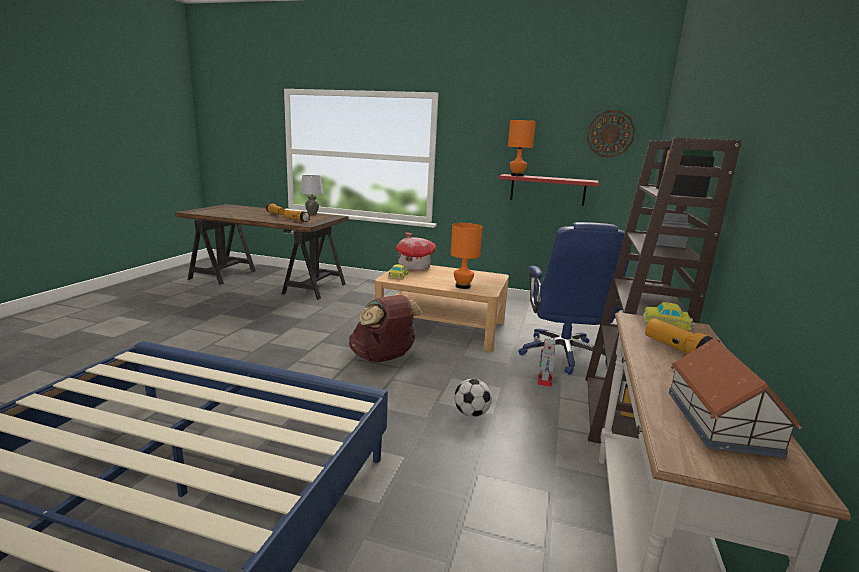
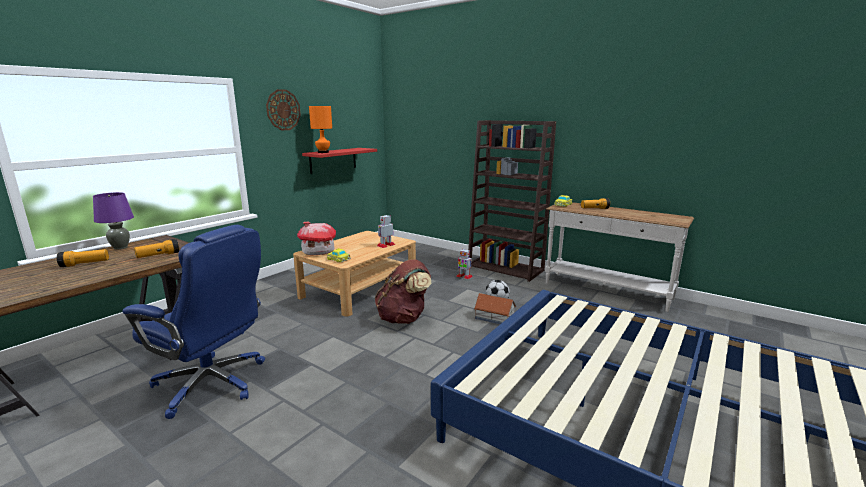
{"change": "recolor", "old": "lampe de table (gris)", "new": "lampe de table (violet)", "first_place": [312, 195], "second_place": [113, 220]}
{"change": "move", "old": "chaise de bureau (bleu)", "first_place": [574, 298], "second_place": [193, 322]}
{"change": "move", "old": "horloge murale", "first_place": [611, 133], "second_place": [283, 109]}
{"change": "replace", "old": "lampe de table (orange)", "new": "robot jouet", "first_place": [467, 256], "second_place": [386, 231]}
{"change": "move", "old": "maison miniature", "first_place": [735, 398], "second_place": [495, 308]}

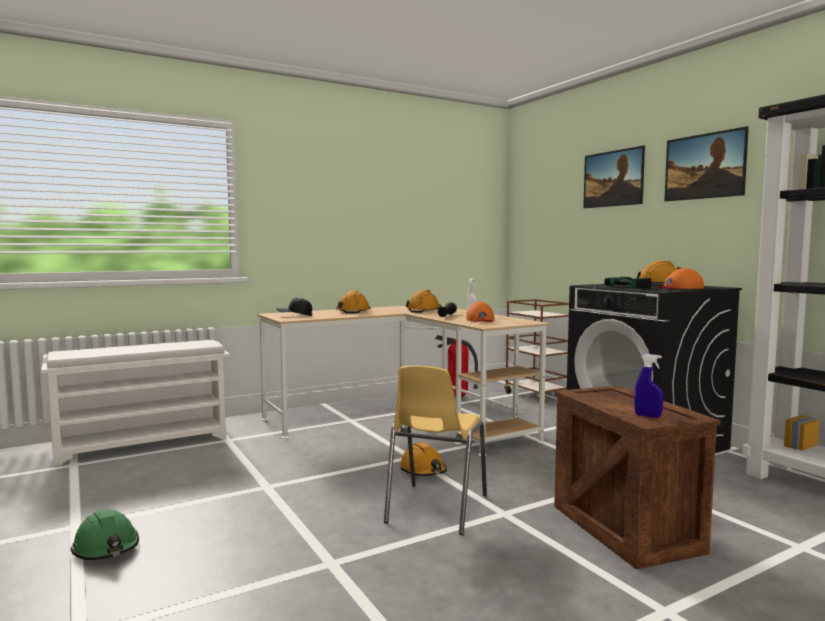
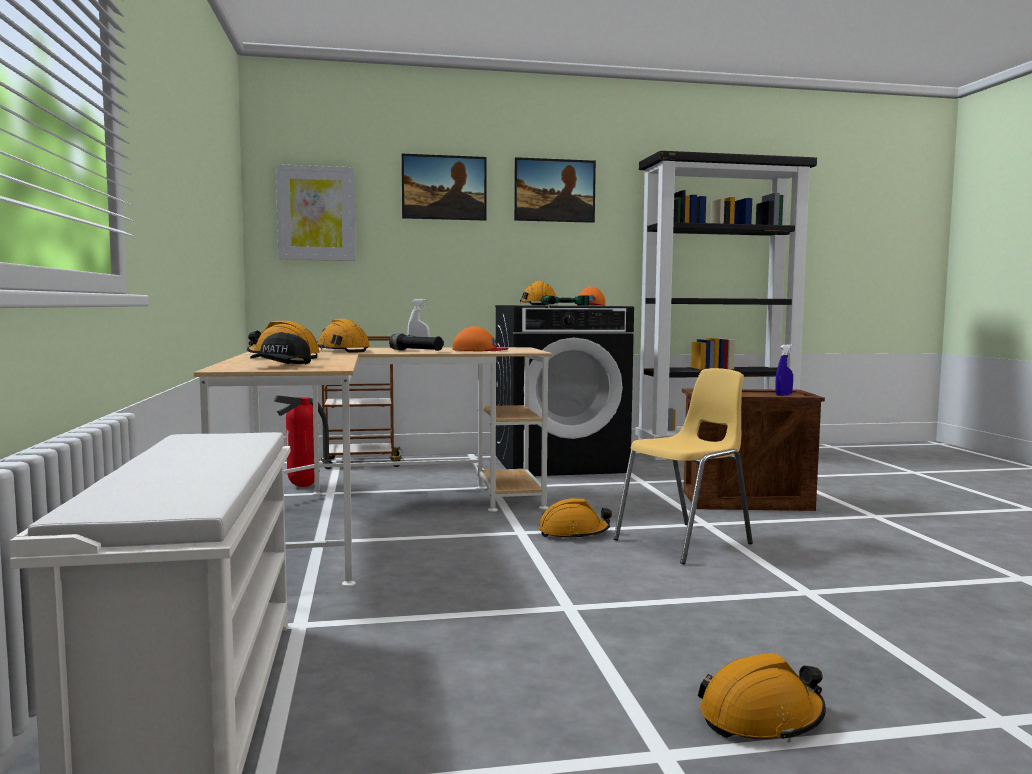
{"change": "insert", "new": "tableau", "second_place": [316, 212]}
{"change": "rotate", "old": "chaise (jaune)", "first_place": [435, 450], "second_place": [683, 466], "degrees": -75}
{"change": "recolor", "old": "casque de chantier (vert)", "new": "casque de chantier (orange)", "first_place": [105, 534], "second_place": [762, 697]}

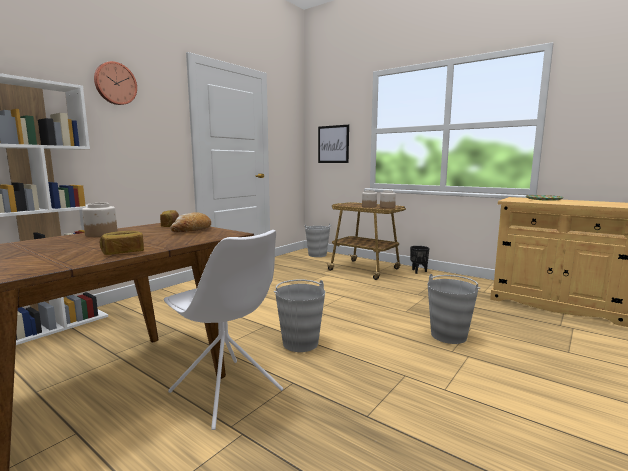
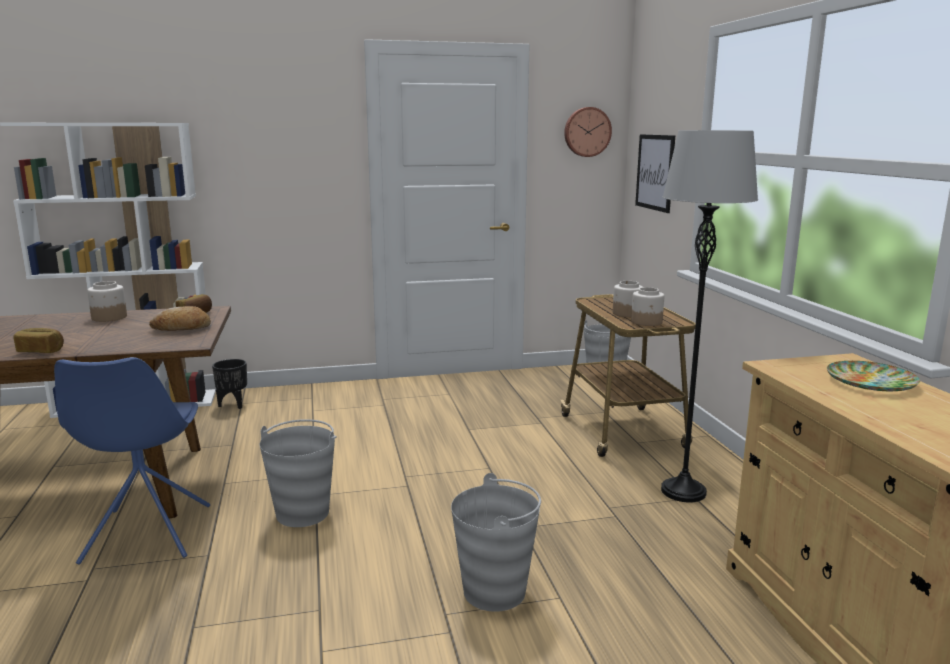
{"change": "recolor", "old": "chaise (blanc)", "new": "chaise (bleu)", "first_place": [223, 330], "second_place": [132, 461]}
{"change": "move", "old": "cache-pot (noir)", "first_place": [419, 260], "second_place": [229, 384]}
{"change": "move", "old": "horloge murale", "first_place": [115, 83], "second_place": [588, 132]}
{"change": "insert", "new": "lampadaire (gris)", "second_place": [709, 316]}

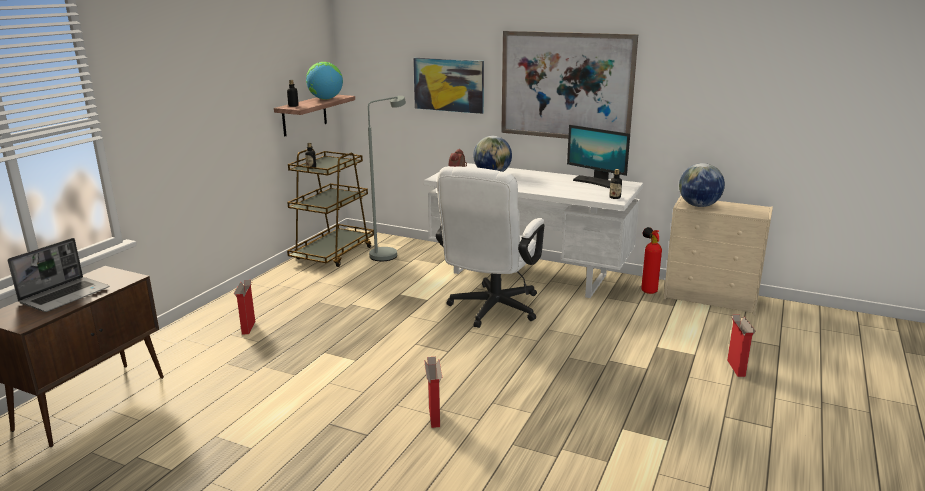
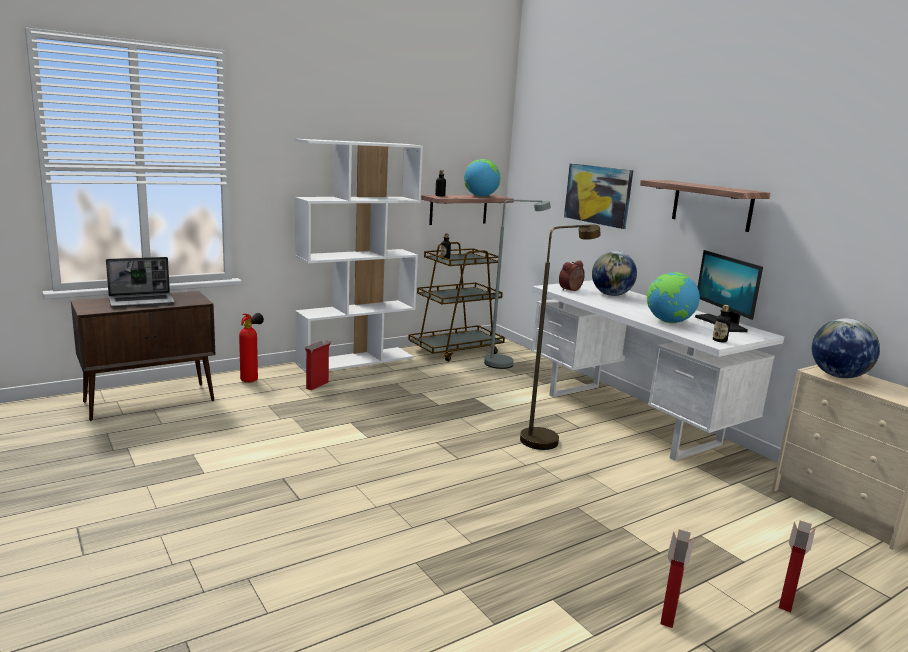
{"change": "move", "old": "extincteur", "first_place": [651, 260], "second_place": [251, 348]}
{"change": "insert", "new": "bibliothèque (blanc)", "second_place": [358, 255]}
{"change": "replace", "old": "chaise de bureau (blanc)", "new": "lampadaire (marron)", "first_place": [490, 247], "second_place": [560, 337]}
{"change": "replace", "old": "tableau", "new": "étagère", "first_place": [569, 85], "second_place": [705, 206]}
{"change": "insert", "new": "globe", "second_place": [673, 297]}
{"change": "move", "old": "carton", "first_place": [433, 392], "second_place": [677, 579]}

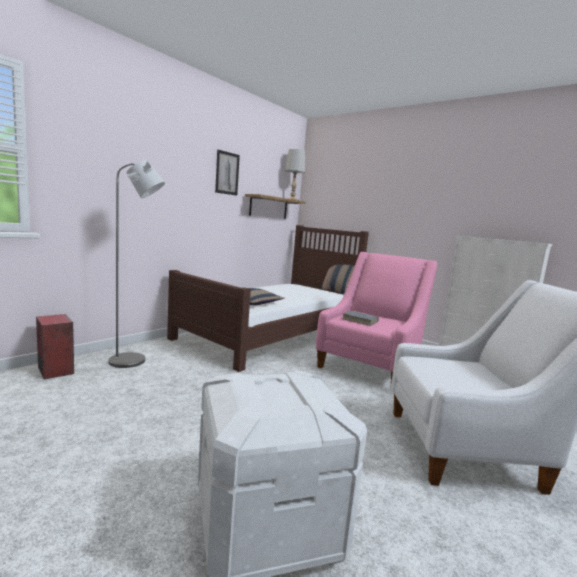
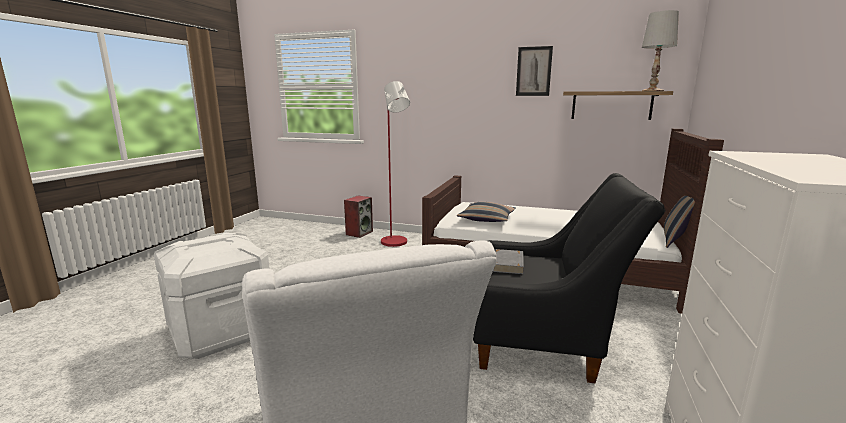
{"change": "recolor", "old": "lampadaire (gris)", "new": "lampadaire (rouge)", "first_place": [137, 264], "second_place": [395, 164]}
{"change": "recolor", "old": "fauteuil (rose)", "new": "fauteuil (noir)", "first_place": [376, 321], "second_place": [569, 278]}

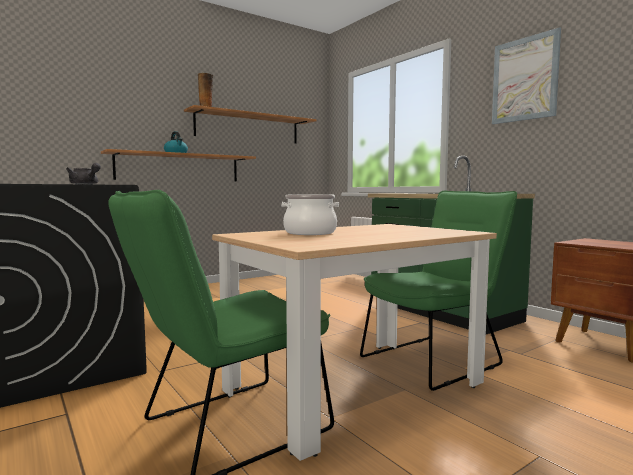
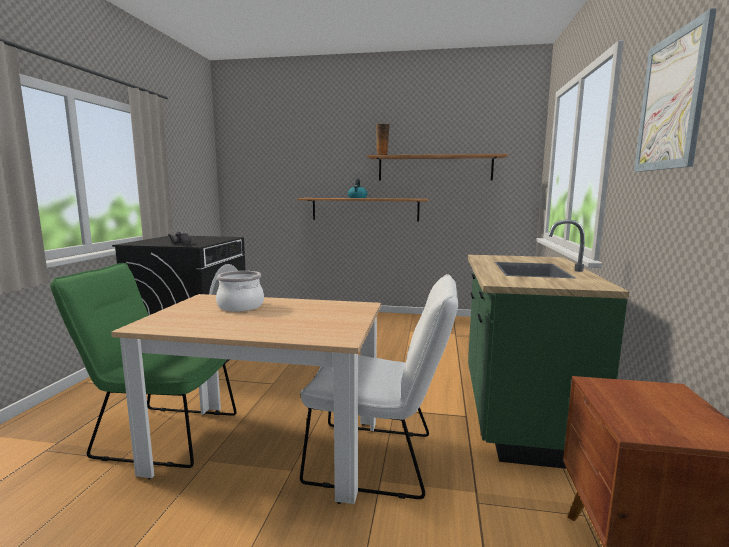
{"change": "recolor", "old": "chaise (vert)", "new": "chaise (blanc)", "first_place": [438, 291], "second_place": [379, 386]}

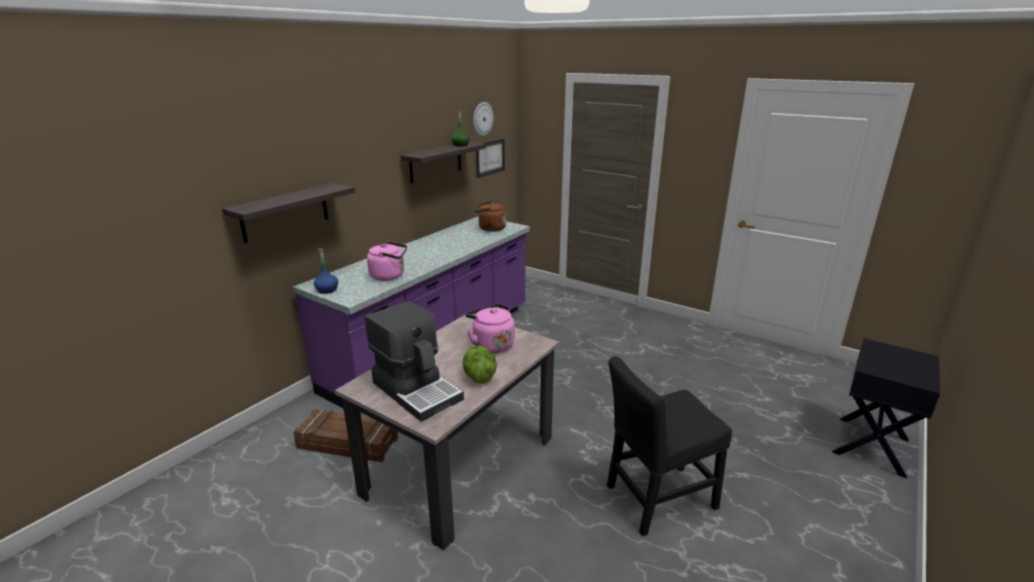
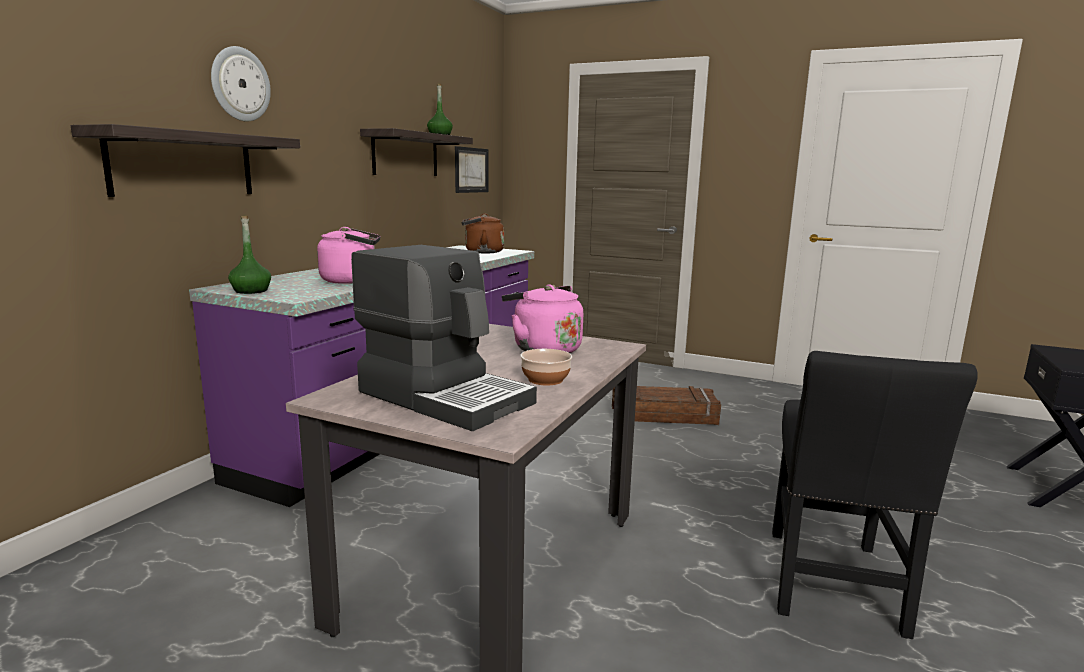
{"change": "move", "old": "horloge murale", "first_place": [483, 119], "second_place": [241, 83]}
{"change": "recolor", "old": "bouteille (bleu)", "new": "bouteille (vert)", "first_place": [326, 271], "second_place": [249, 255]}
{"change": "replace", "old": "laitue", "new": "bol", "first_place": [479, 365], "second_place": [546, 367]}
{"change": "move", "old": "caisse", "first_place": [345, 435], "second_place": [666, 405]}
{"change": "rotate", "old": "chaise (noir)", "first_place": [669, 446], "second_place": [875, 495], "degrees": -45}

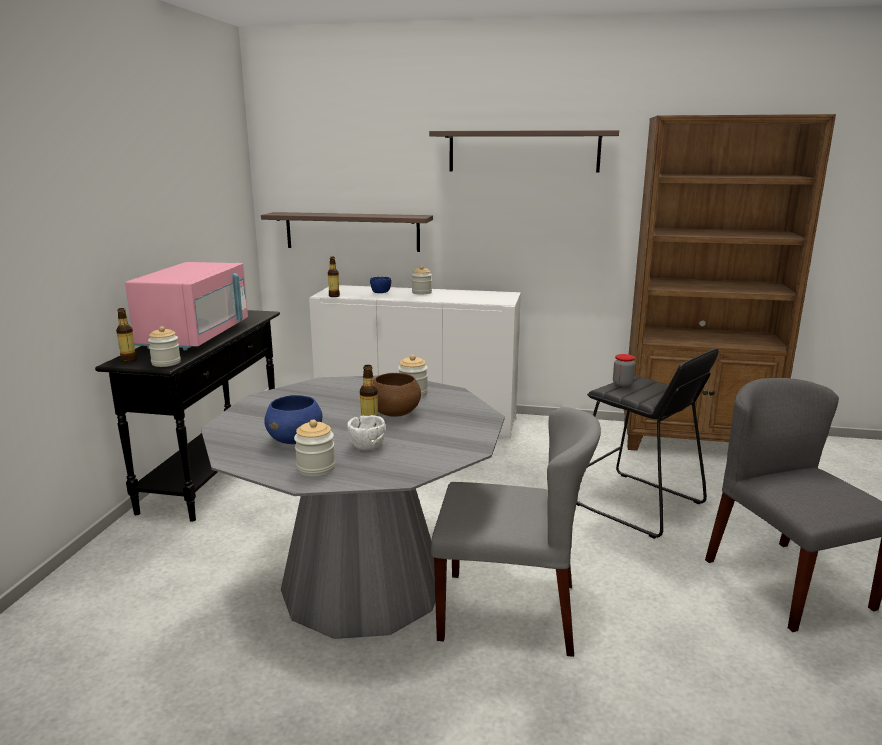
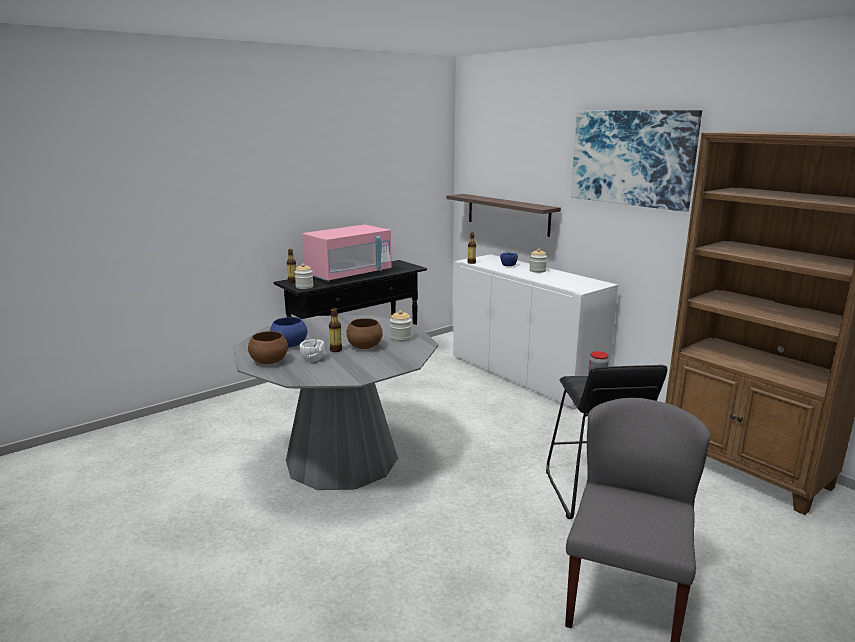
{"change": "replace", "old": "bocal", "new": "bol (marron)", "first_place": [314, 448], "second_place": [268, 347]}
{"change": "replace", "old": "étagère", "new": "tableau", "first_place": [524, 151], "second_place": [636, 161]}
{"change": "delete", "old": "chaise (gris)", "first_place": [516, 532]}

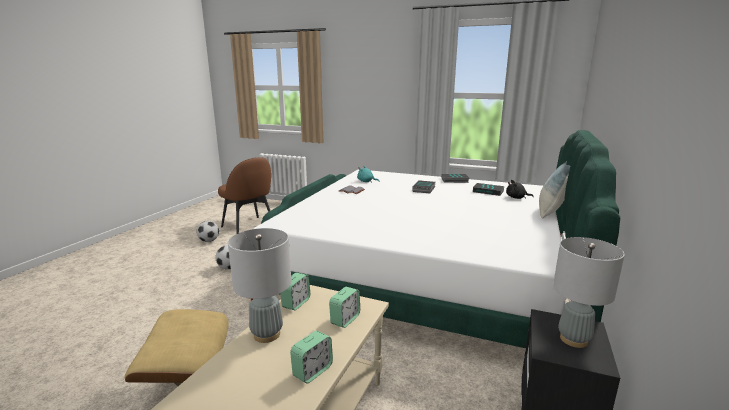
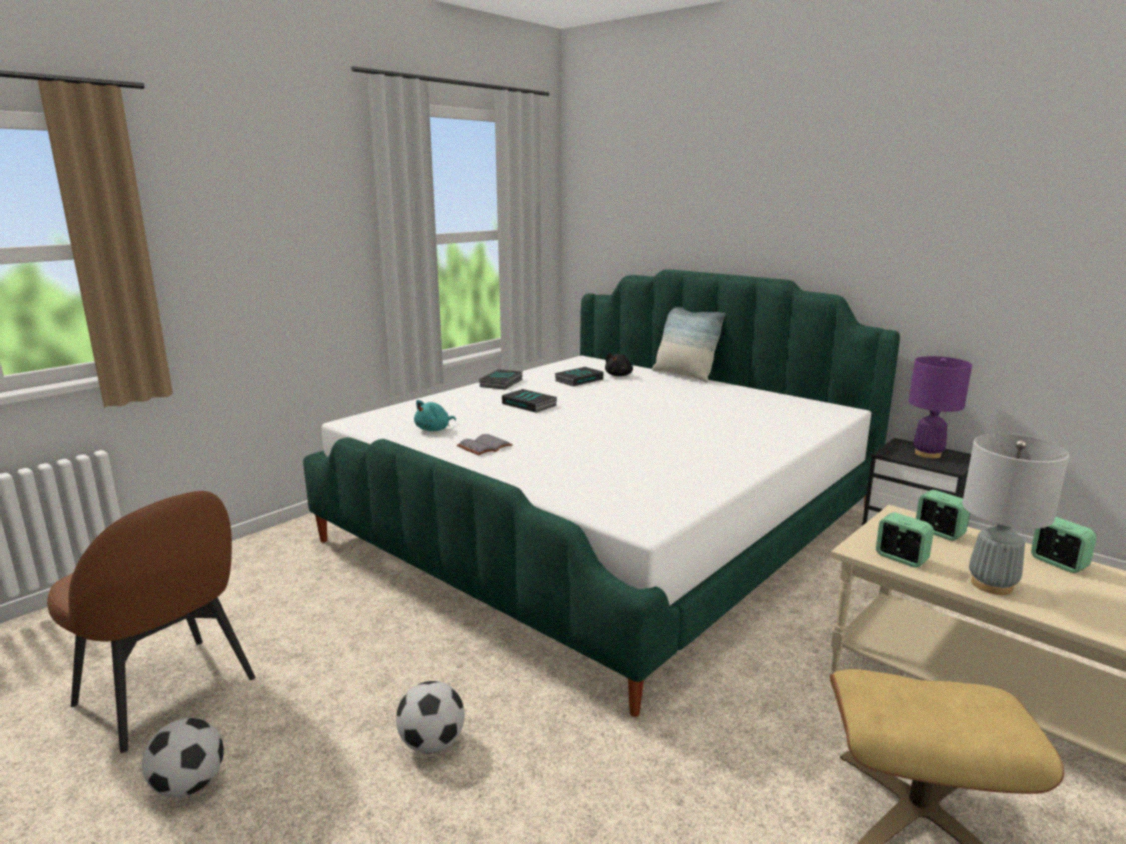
{"change": "rotate", "old": "chaise (marron)", "first_place": [244, 195], "second_place": [151, 622], "degrees": 60}
{"change": "recolor", "old": "lampe de table (gris)", "new": "lampe de table (violet)", "first_place": [589, 292], "second_place": [940, 407]}

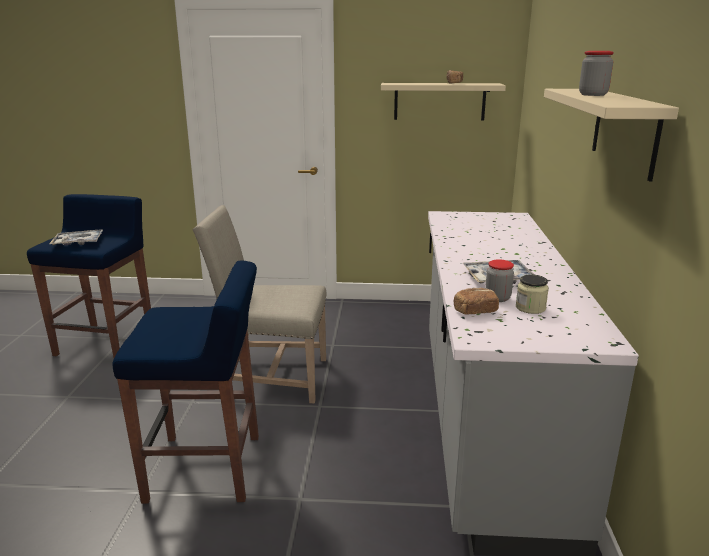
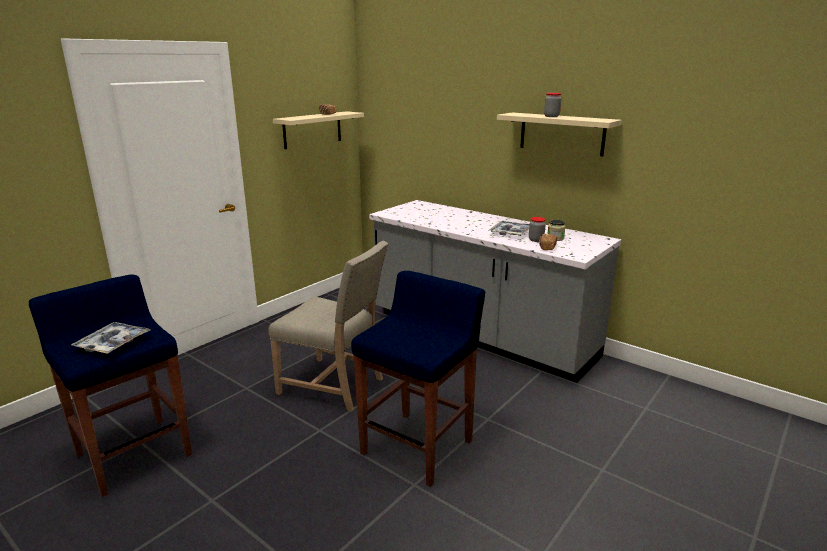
{"change": "rotate", "old": "chaise (beige)", "first_place": [259, 304], "second_place": [328, 326], "degrees": -105}

